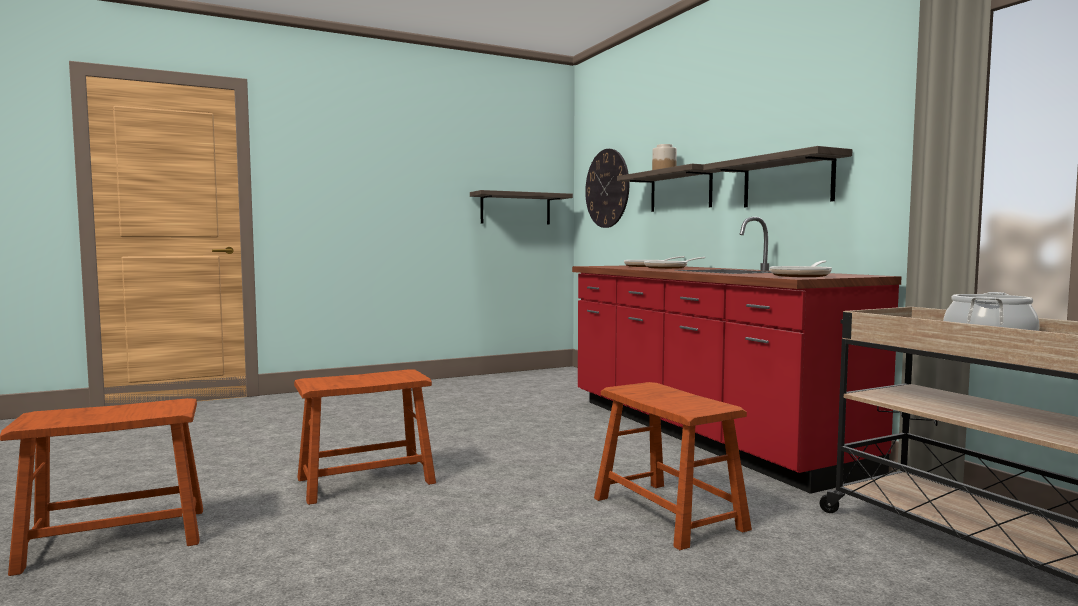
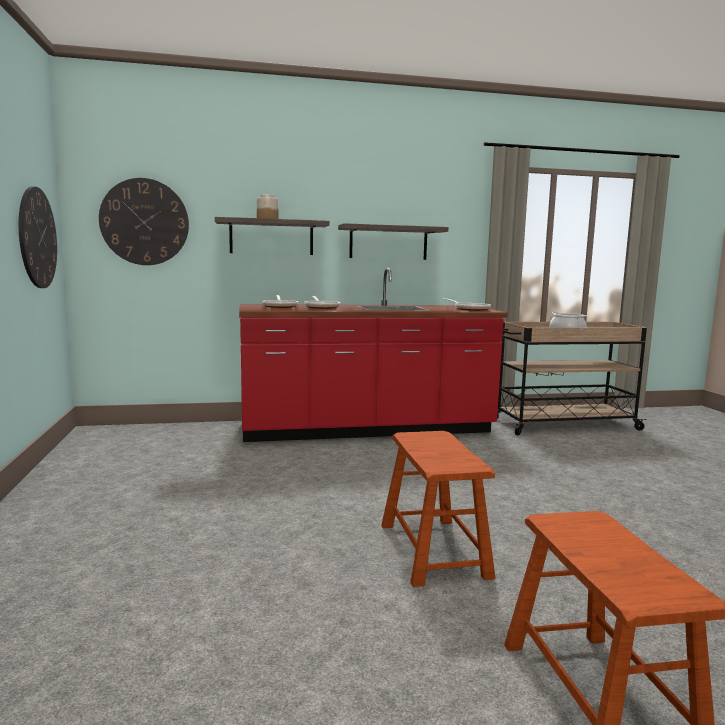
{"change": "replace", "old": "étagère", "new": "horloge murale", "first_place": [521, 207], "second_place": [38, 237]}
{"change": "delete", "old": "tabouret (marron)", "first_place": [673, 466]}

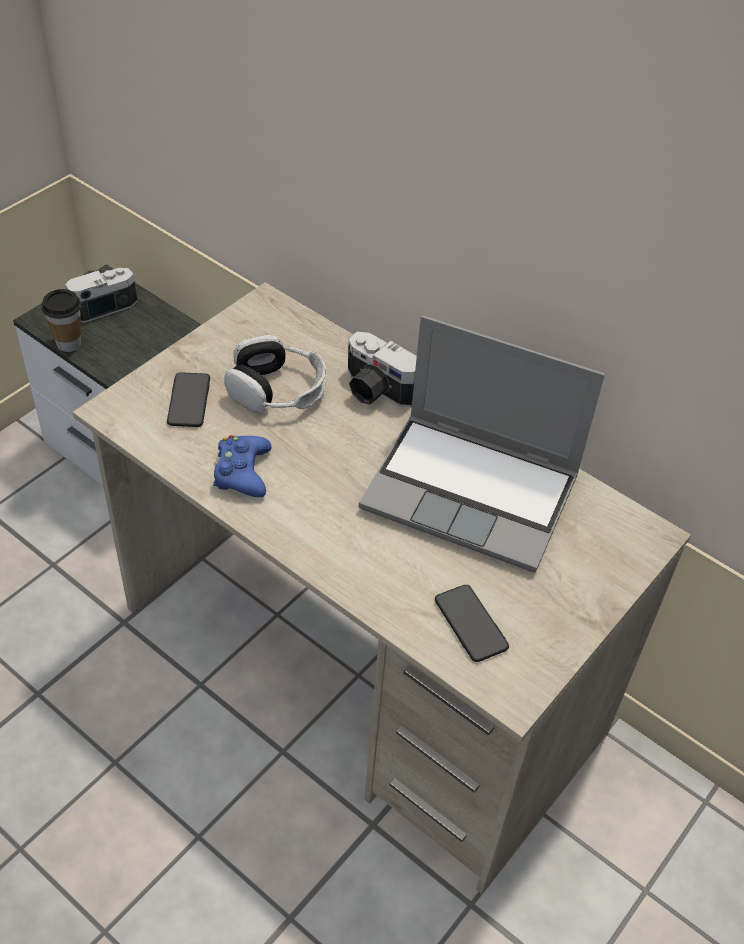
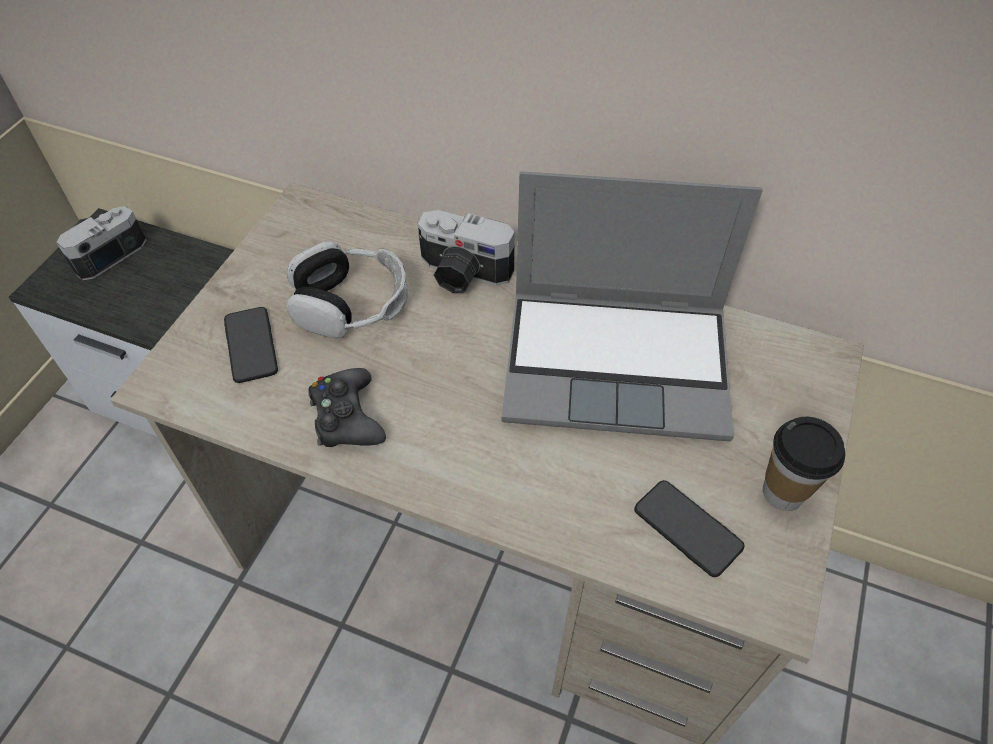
{"change": "recolor", "old": "manette (bleu)", "new": "manette (noir)", "first_place": [242, 466], "second_place": [347, 407]}
{"change": "move", "old": "tasse", "first_place": [61, 320], "second_place": [804, 464]}

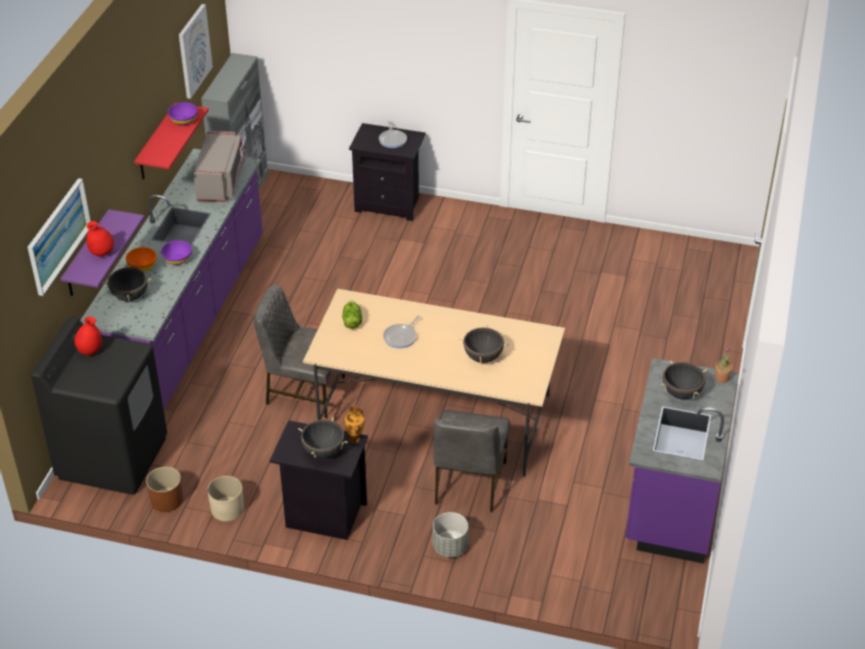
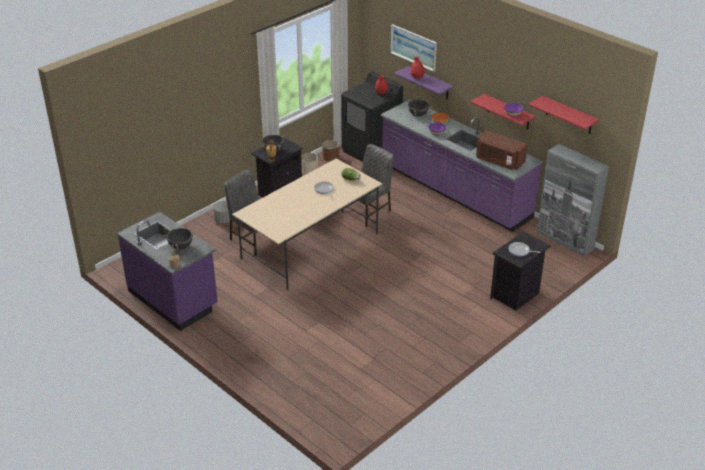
{"change": "recolor", "old": "micro-ondes (gris)", "new": "micro-ondes (marron)", "first_place": [219, 166], "second_place": [501, 150]}
{"change": "replace", "old": "tableau", "new": "étagère (rouge)", "first_place": [196, 51], "second_place": [564, 115]}
{"change": "delete", "old": "marmite (noir)", "first_place": [484, 344]}

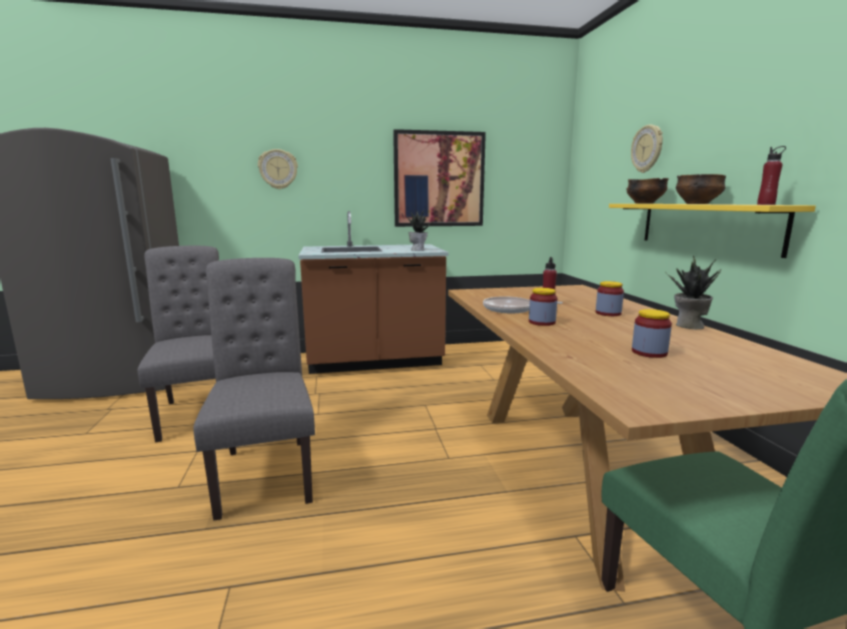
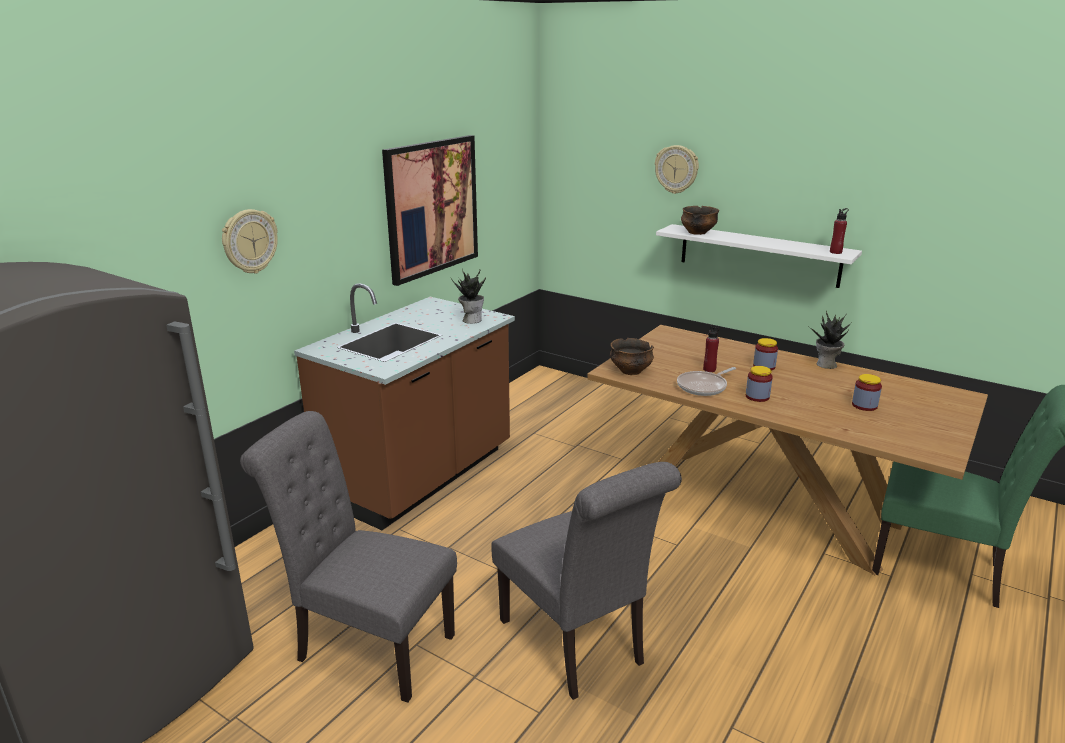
{"change": "rotate", "old": "chaise (gris)", "first_place": [254, 389], "second_place": [586, 581], "degrees": -150}
{"change": "move", "old": "bol", "first_place": [701, 189], "second_place": [632, 356]}
{"change": "recolor", "old": "étagère (jaune)", "new": "étagère (blanc)", "first_place": [712, 231], "second_place": [759, 256]}

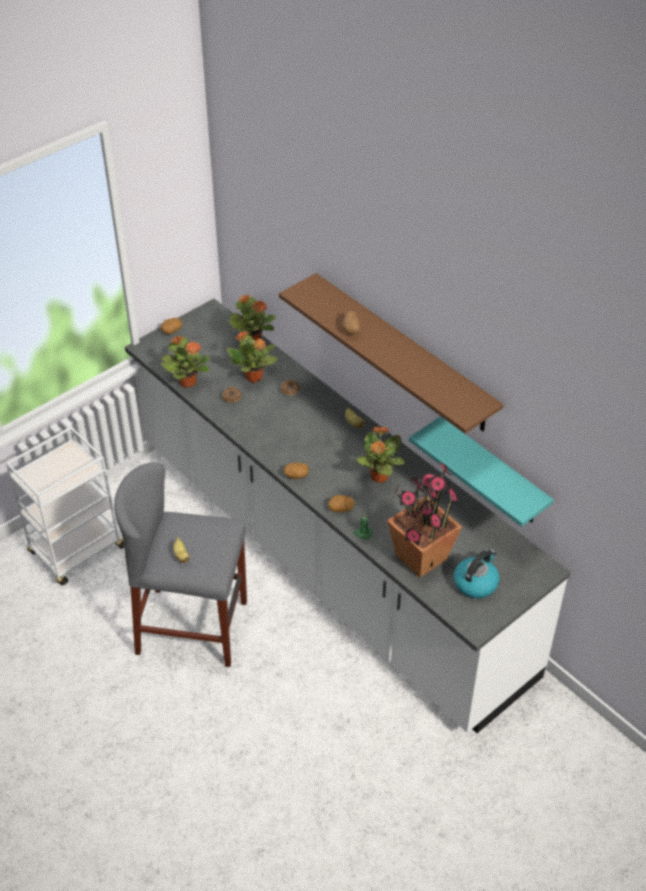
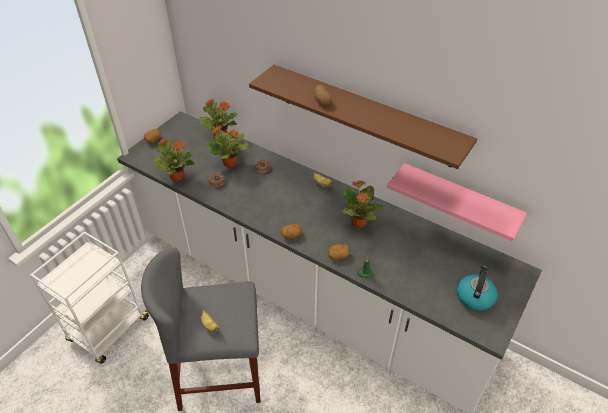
{"change": "recolor", "old": "étagère (turquoise)", "new": "étagère (rose)", "first_place": [481, 471], "second_place": [457, 202]}
{"change": "delete", "old": "plante en pot", "first_place": [424, 518]}

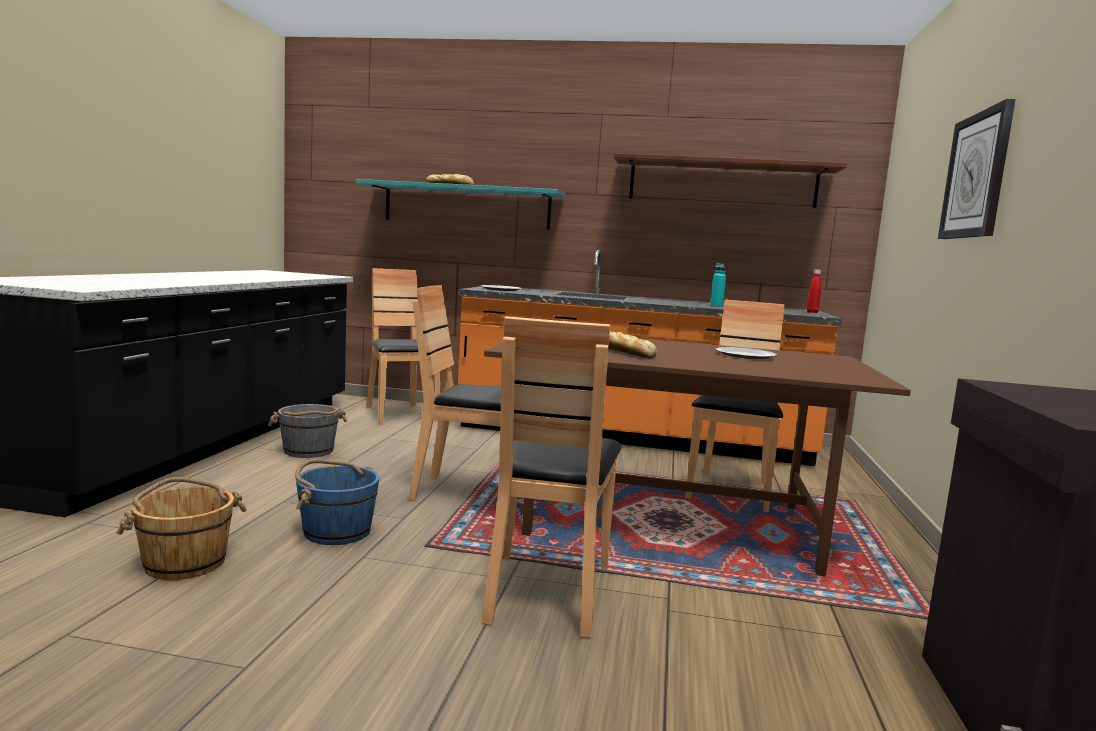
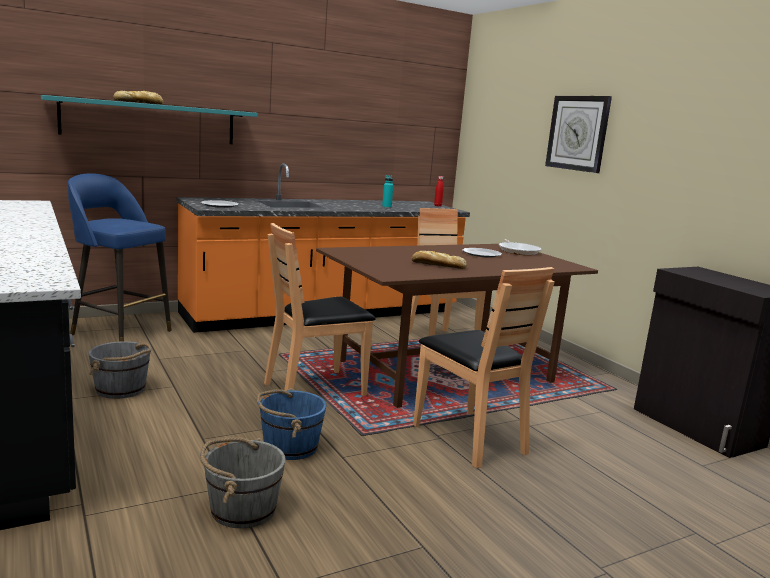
{"change": "replace", "old": "chaise (marron)", "new": "tabouret (bleu)", "first_place": [403, 346], "second_place": [120, 257]}
{"change": "recolor", "old": "seau (marron)", "new": "seau (gris)", "first_place": [182, 528], "second_place": [243, 482]}
{"change": "insert", "new": "poêle", "second_place": [520, 247]}
{"change": "delete", "old": "étagère (marron)", "first_place": [730, 180]}

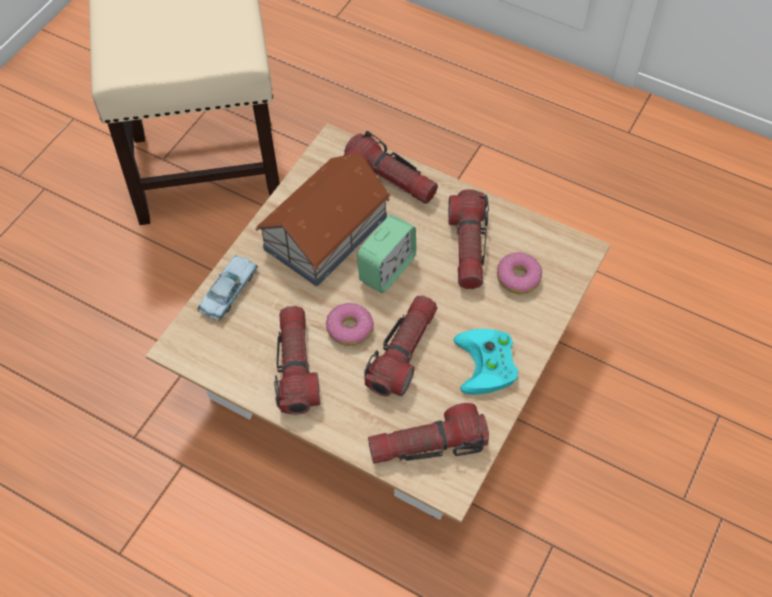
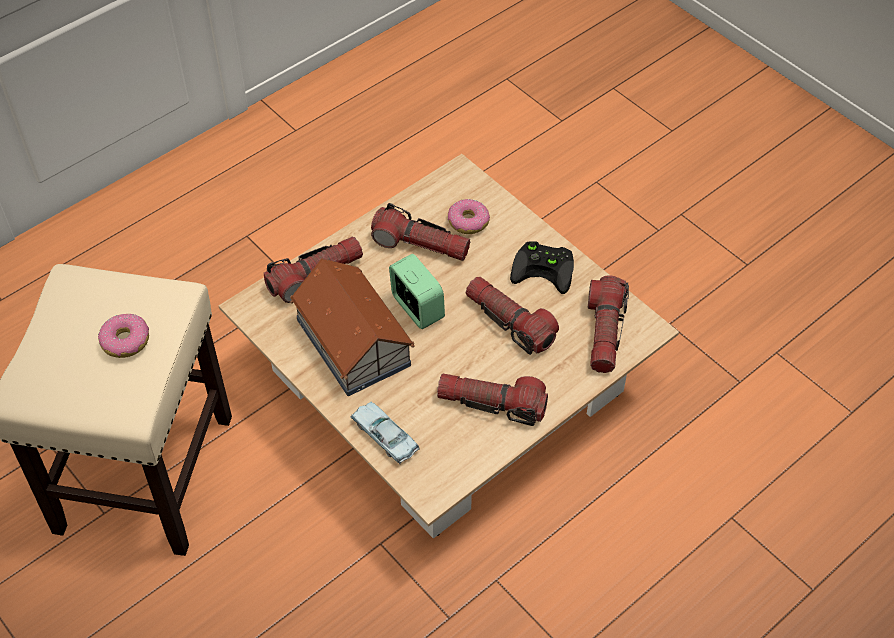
{"change": "move", "old": "beignet", "first_place": [350, 324], "second_place": [123, 336]}
{"change": "recolor", "old": "manette (turquoise)", "new": "manette (noir)", "first_place": [485, 362], "second_place": [542, 268]}

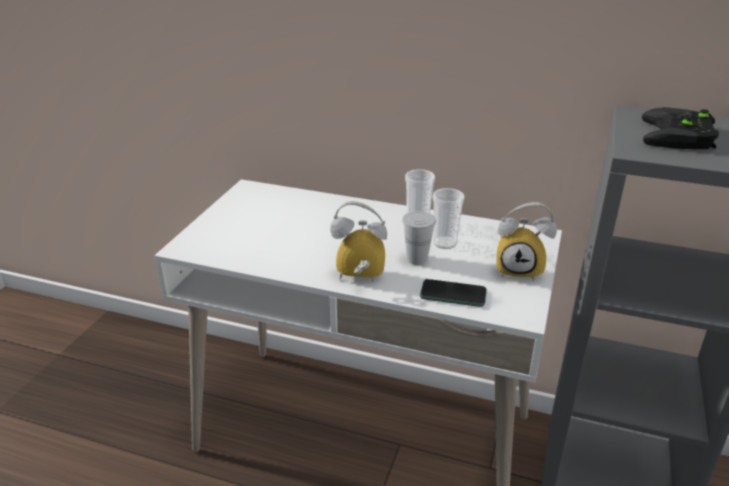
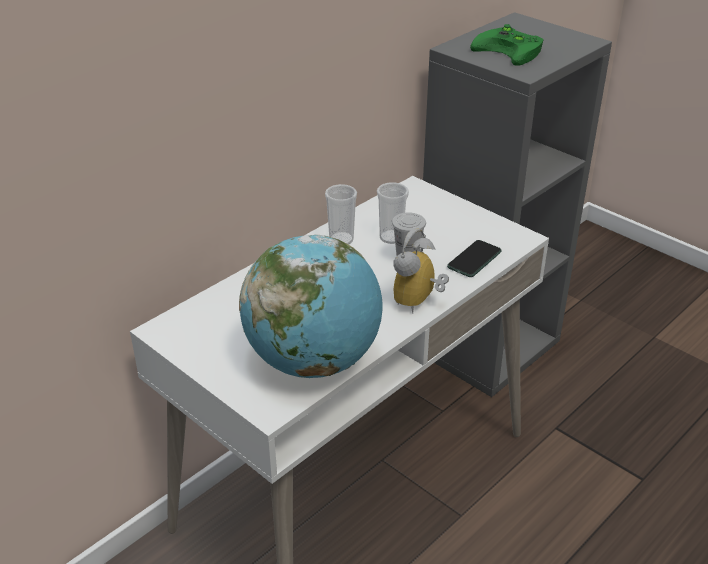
{"change": "insert", "new": "globe", "second_place": [311, 306]}
{"change": "recolor", "old": "manette (noir)", "new": "manette (vert)", "first_place": [680, 128], "second_place": [507, 45]}
{"change": "delete", "old": "réveil", "first_place": [526, 241]}

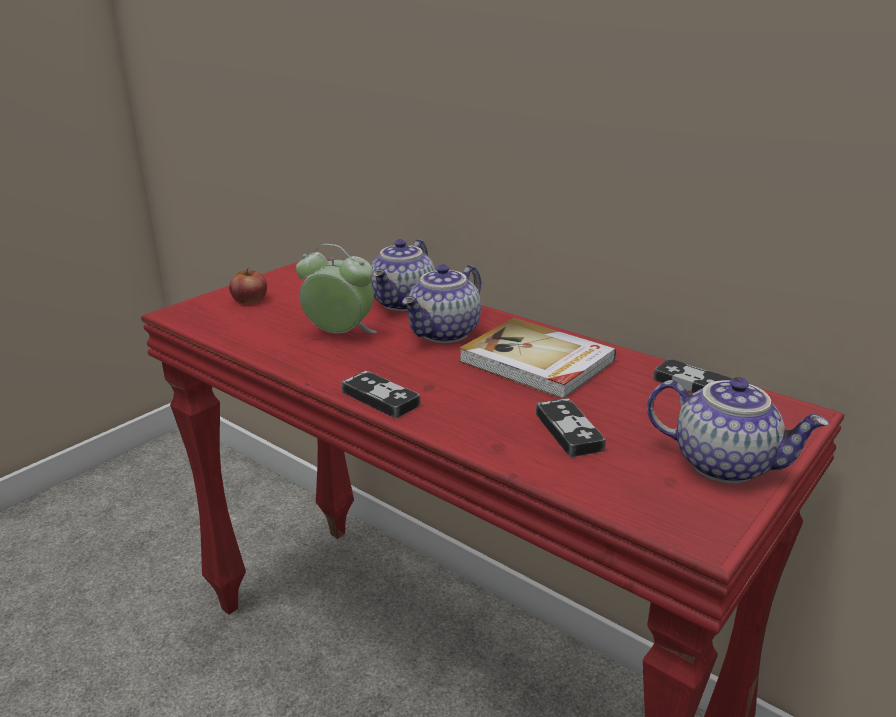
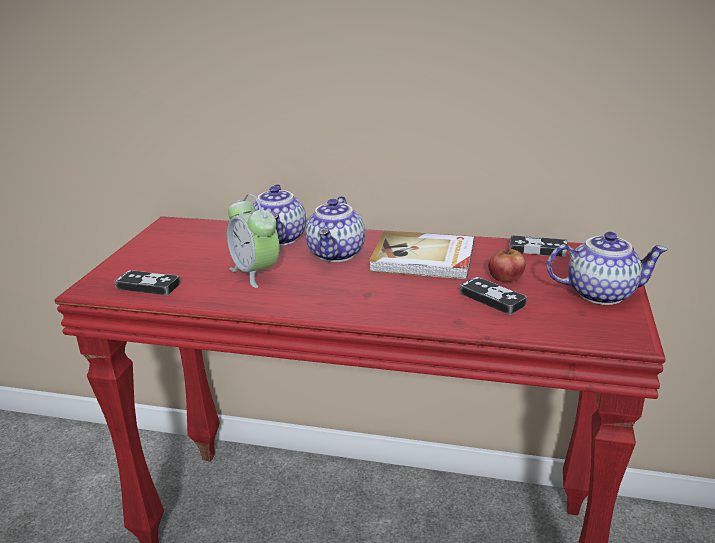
{"change": "move", "old": "manette", "first_place": [380, 394], "second_place": [147, 282]}
{"change": "rotate", "old": "réveil", "first_place": [336, 289], "second_place": [253, 241], "degrees": -120}
{"change": "move", "old": "pomme", "first_place": [248, 286], "second_place": [507, 264]}

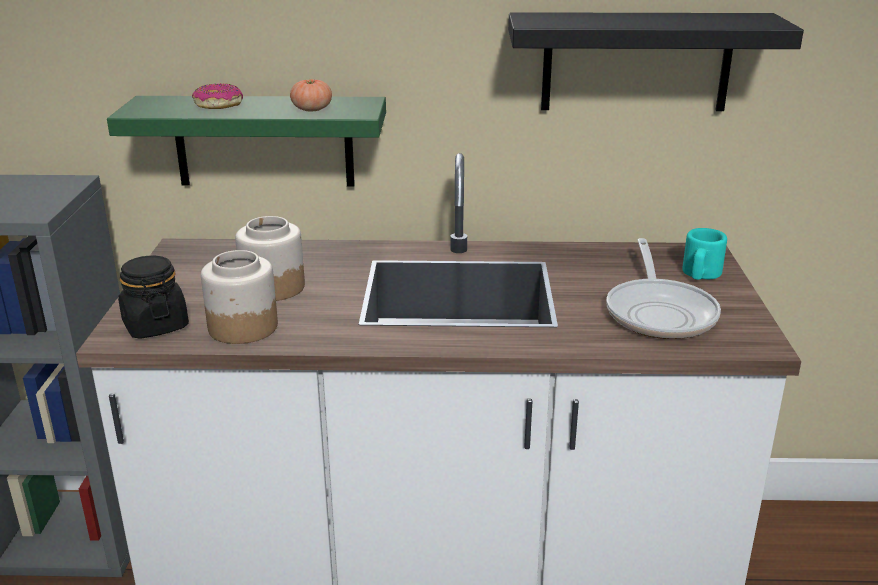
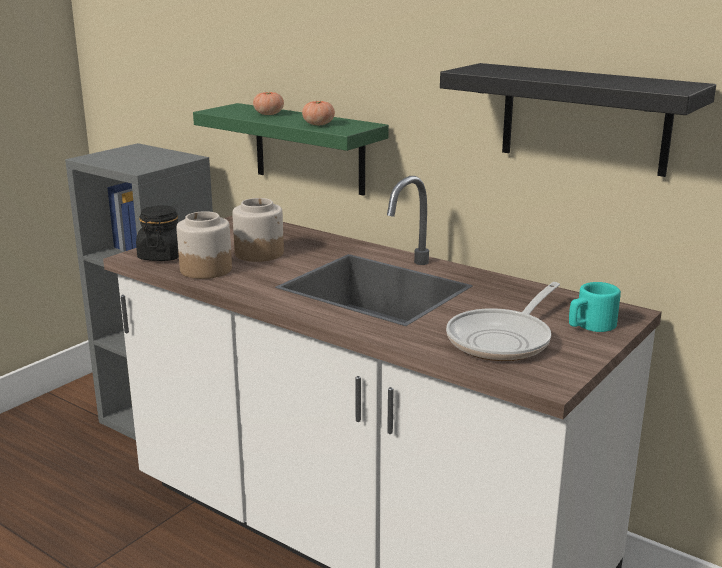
{"change": "replace", "old": "beignet", "new": "tomate", "first_place": [217, 96], "second_place": [268, 103]}

